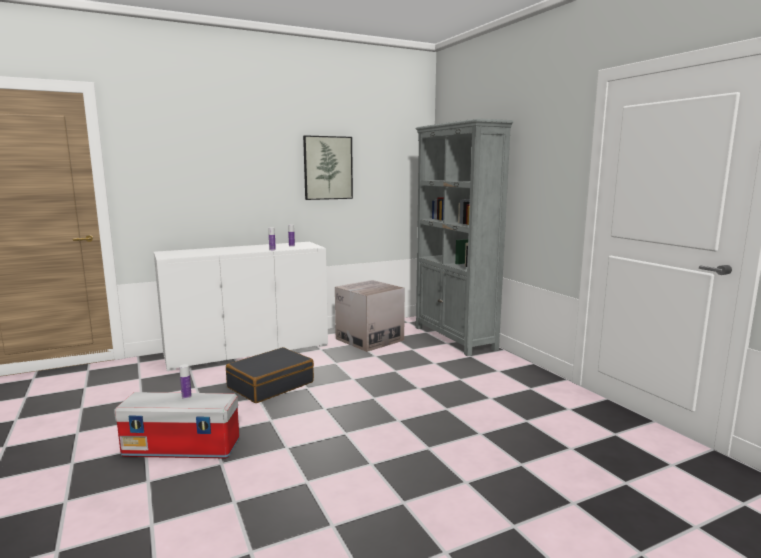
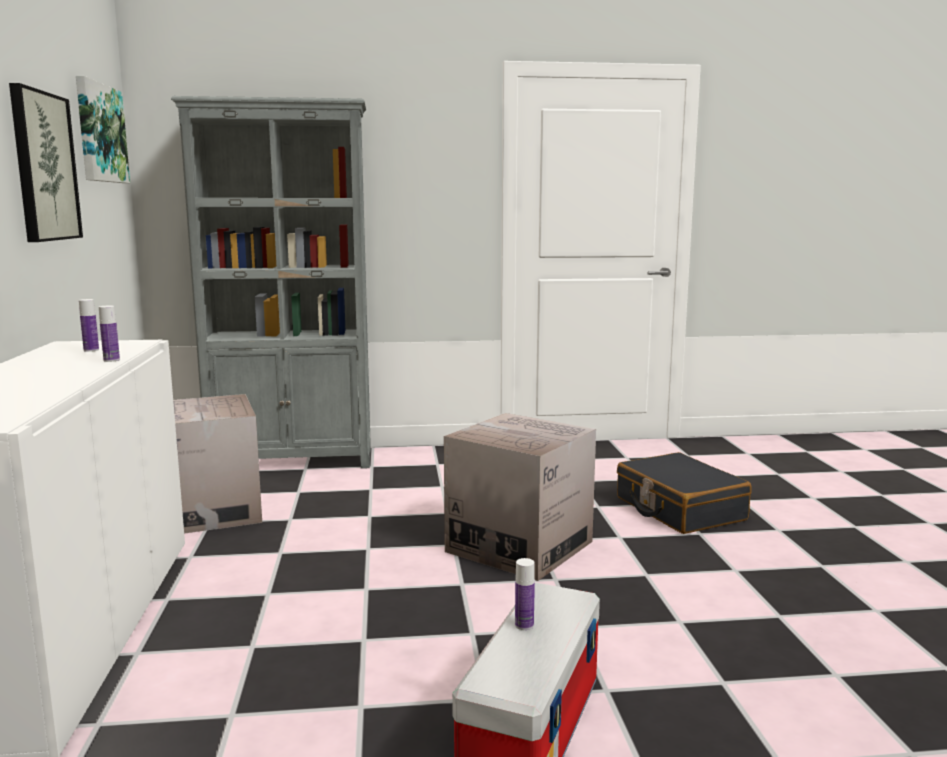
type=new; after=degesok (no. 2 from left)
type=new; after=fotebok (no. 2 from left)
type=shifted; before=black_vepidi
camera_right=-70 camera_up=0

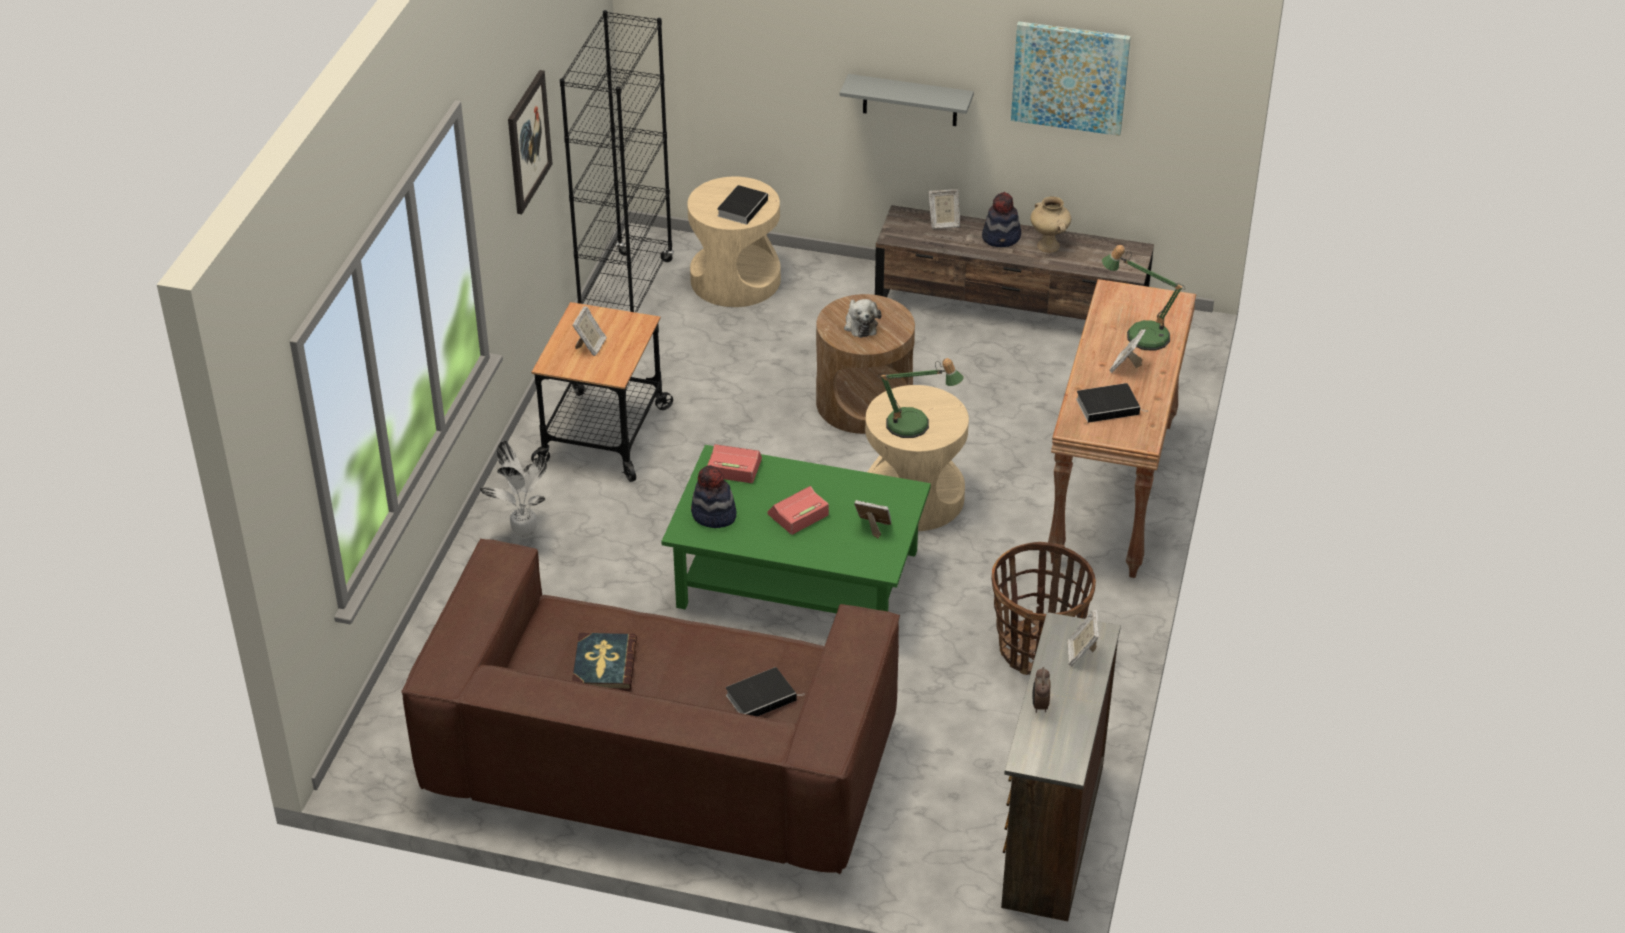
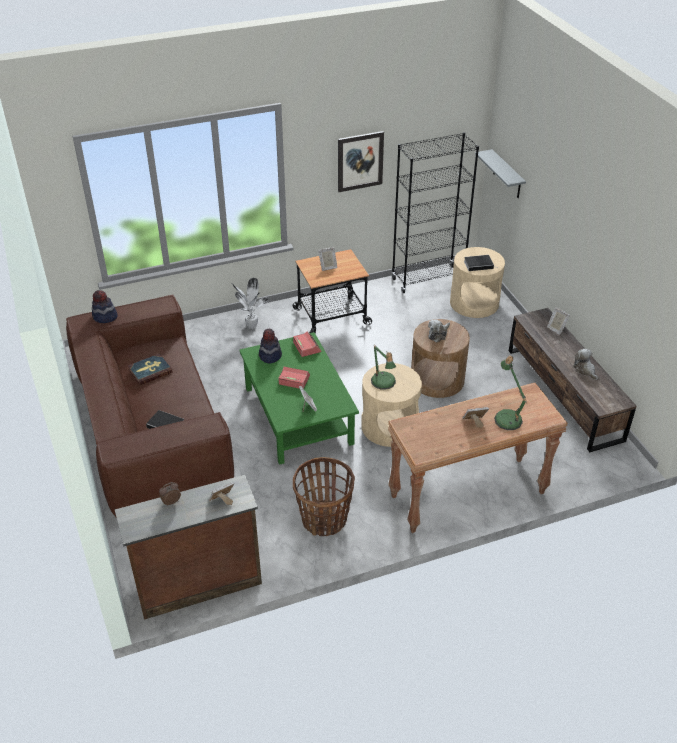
type=gone; before=degesok (no. 2 from left)
type=gone; before=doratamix (no. 4 from left)
type=shifted; before=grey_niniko
type=shifted; before=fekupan (no. 2 from left in the first image); after=fekupan (no. 1 from left)
type=swapped; before=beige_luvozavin; after=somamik (no. 2 from left)
camera_right=55 camera_up=0

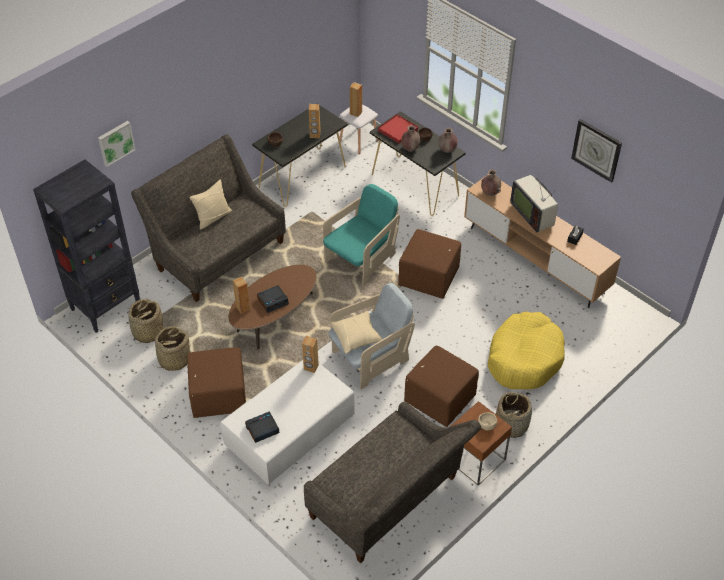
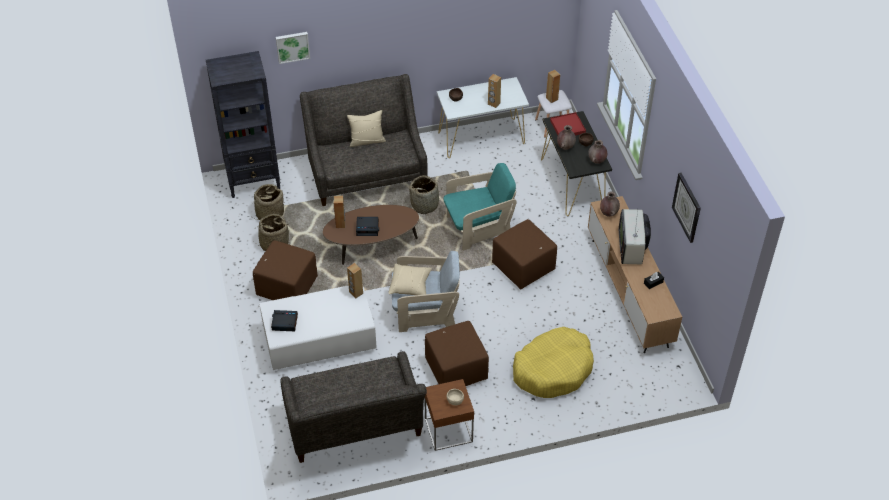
type=shifted; before=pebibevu (no. 3 from left)
type=repainted; before=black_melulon (no. 1 from left); after=white_melulon
camera_right=30 camera_up=0

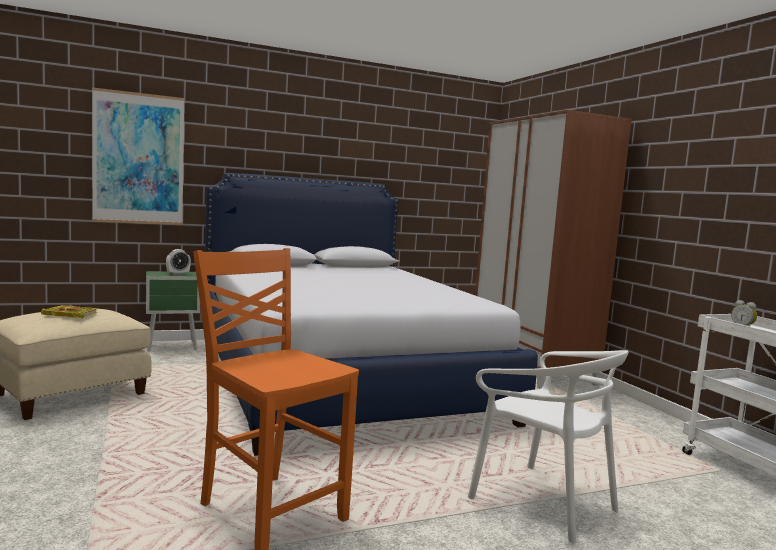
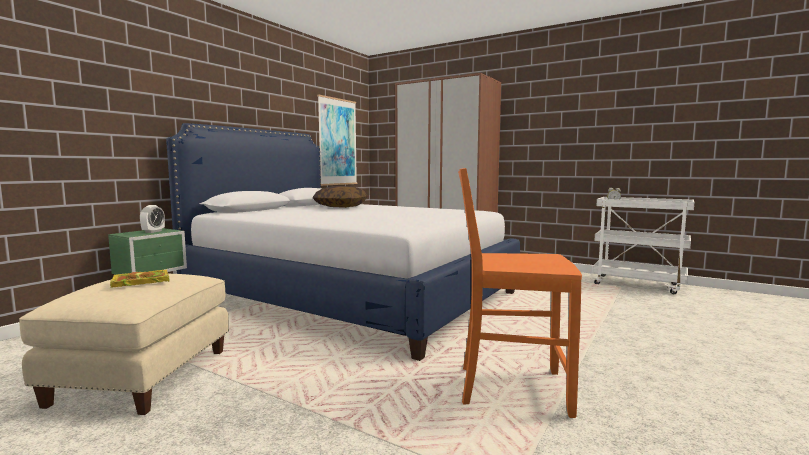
type=gone; before=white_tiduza
type=new; after=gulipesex
type=shifted; before=degesok
camera_right=-35 camera_up=0

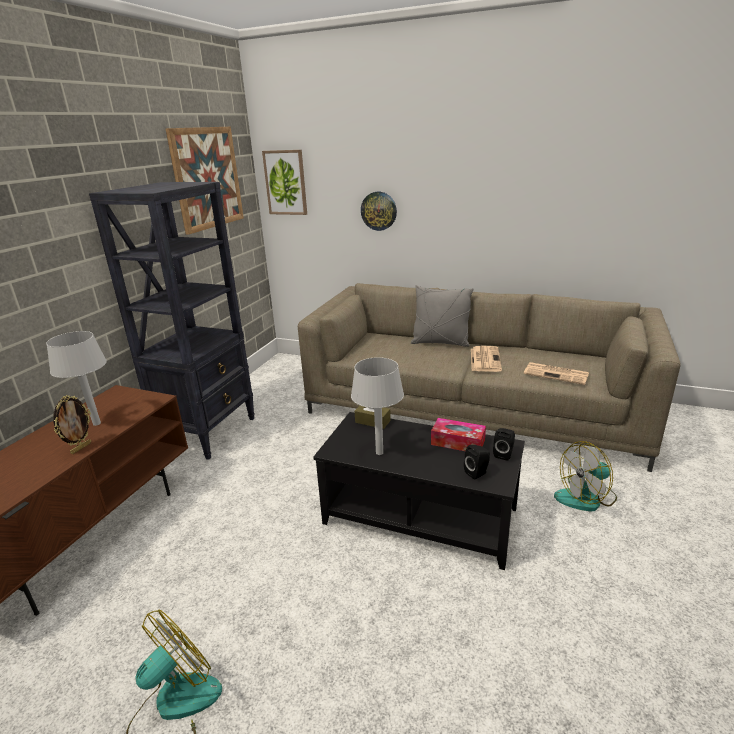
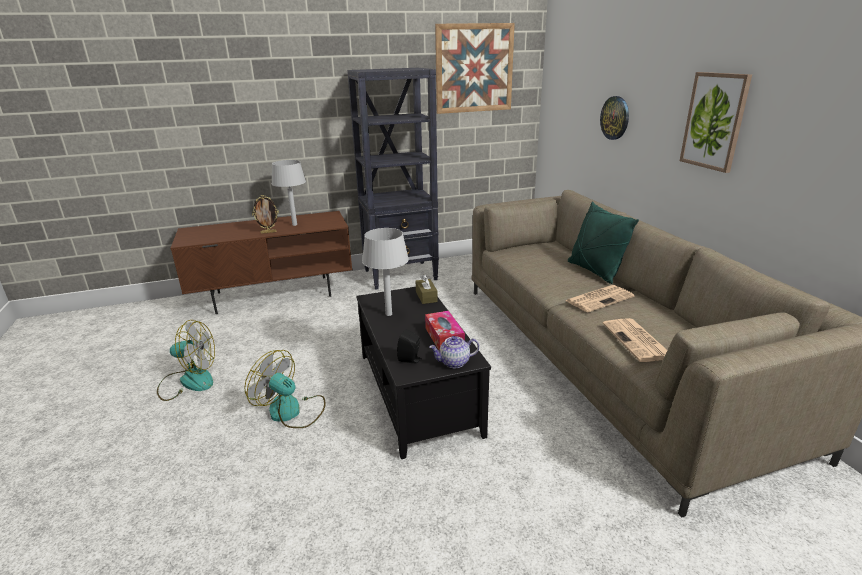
type=shifted; before=degesok (no. 2 from left)
type=shifted; before=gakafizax (no. 2 from left)
type=swapped; before=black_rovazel (no. 2 from left); after=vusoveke
type=repainted; before=grey_gulipesex; after=green_gulipesex
camera_right=50 camera_up=0

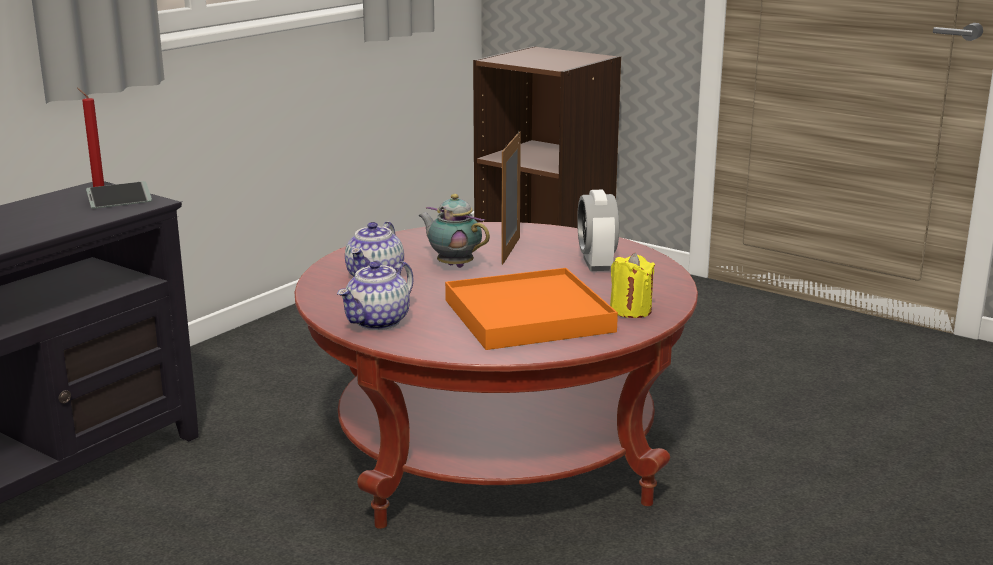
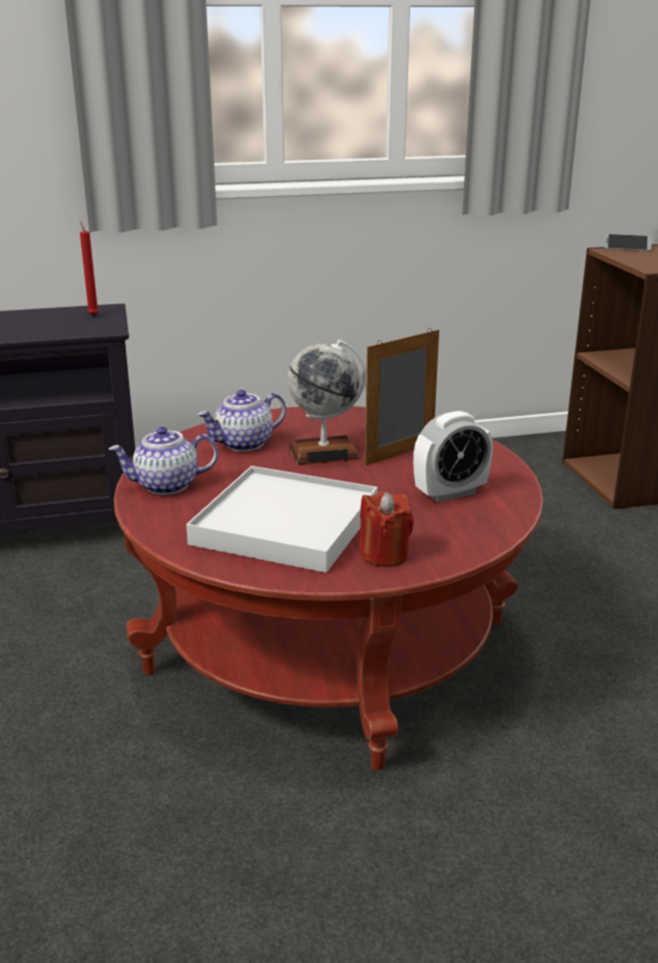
type=shifted; before=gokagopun
type=swapped; before=vusoveke (no. 3 from left); after=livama
type=repainted; before=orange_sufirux; after=white_sufirux
type=repainted; before=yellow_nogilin; after=red_nogilin (no. 2 from left)
type=rotated; before=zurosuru; turn=-150
camera_right=40 camera_up=5

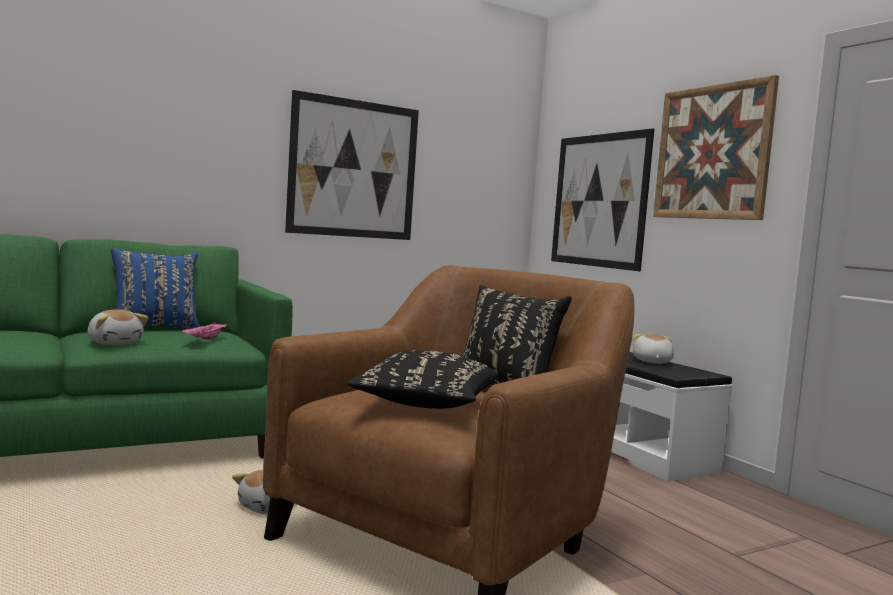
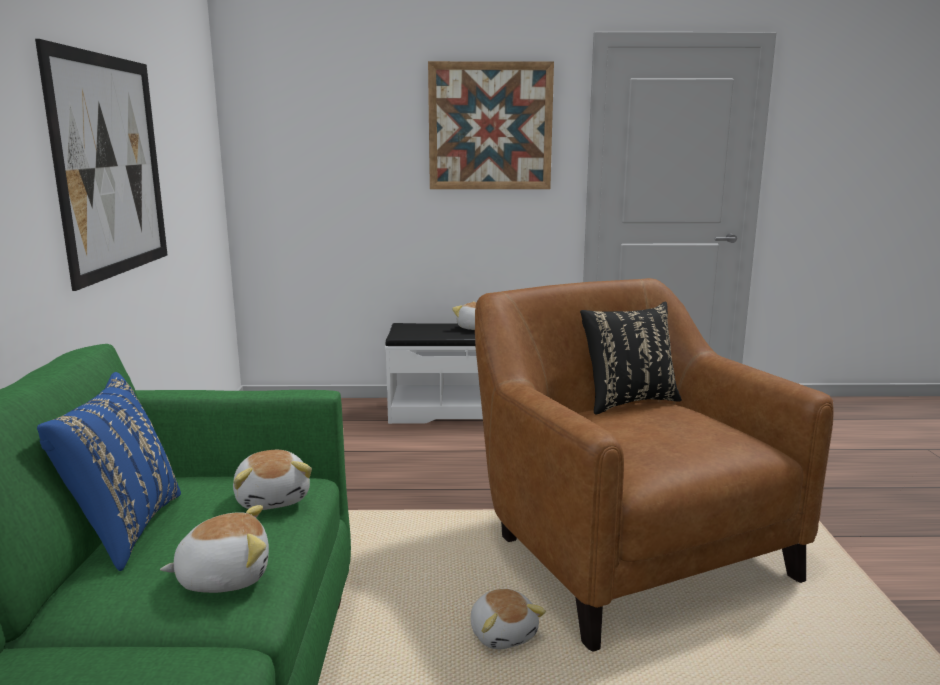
type=gone; before=black_gulipesex (no. 1 from left)
type=gone; before=degesok (no. 2 from left)
type=swapped; before=pink_sufirux; after=somamik (no. 2 from left)
camera_right=-60 camera_up=10

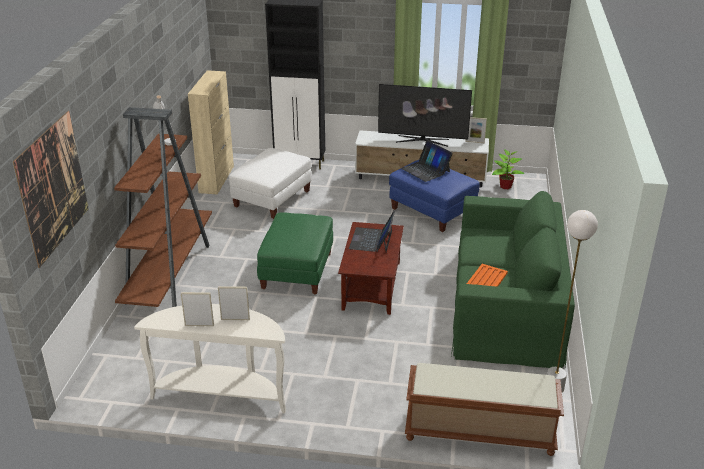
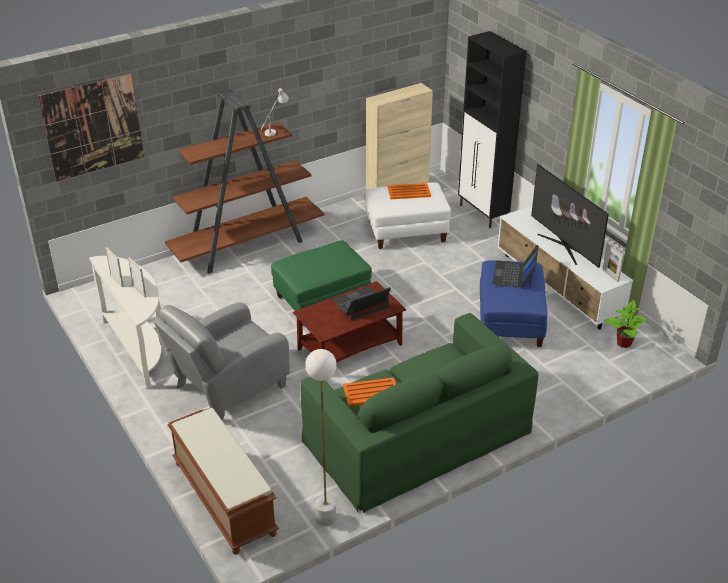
type=new; after=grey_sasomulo
type=new; after=orange_sufirux (no. 2 from left)
camera_right=50 camera_up=5

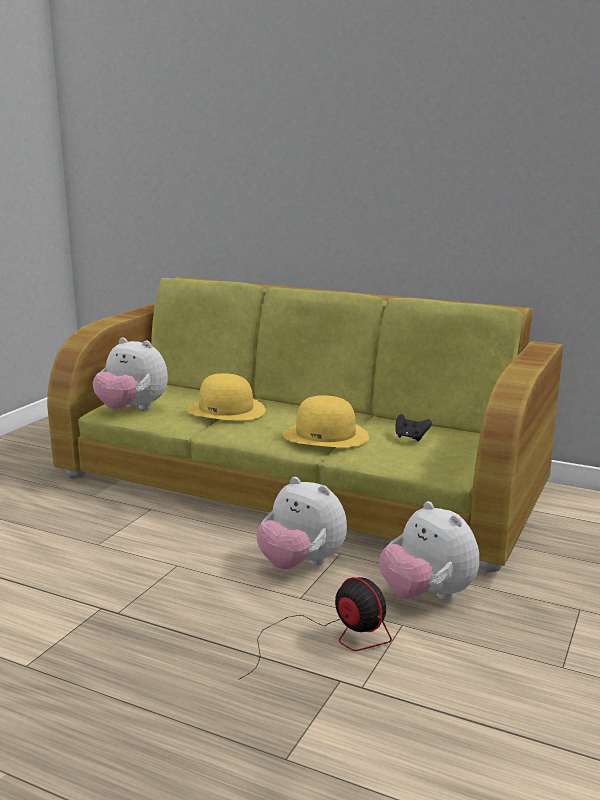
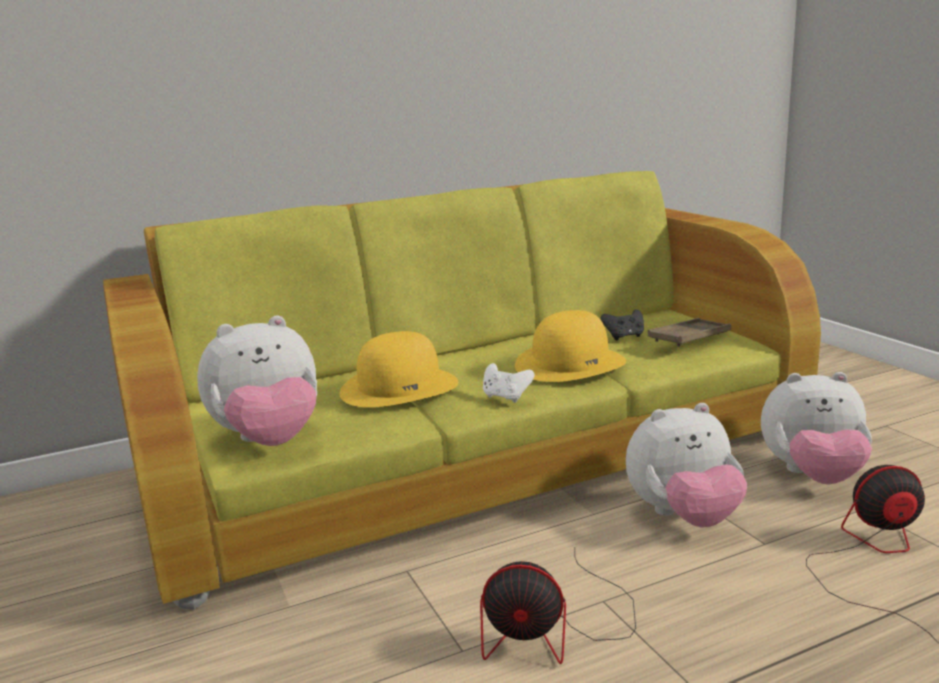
type=new; after=gakafizax (no. 1 from left)
type=new; after=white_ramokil
type=new; after=brown_sufirux
camera_right=-50 camera_up=0

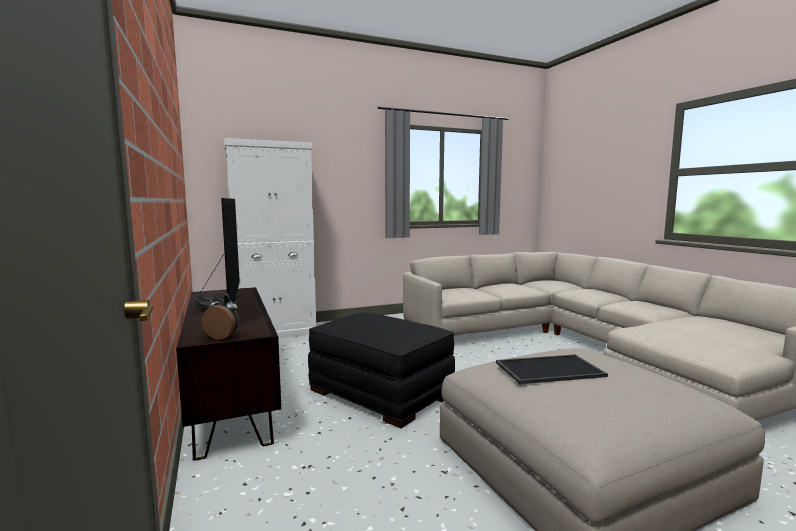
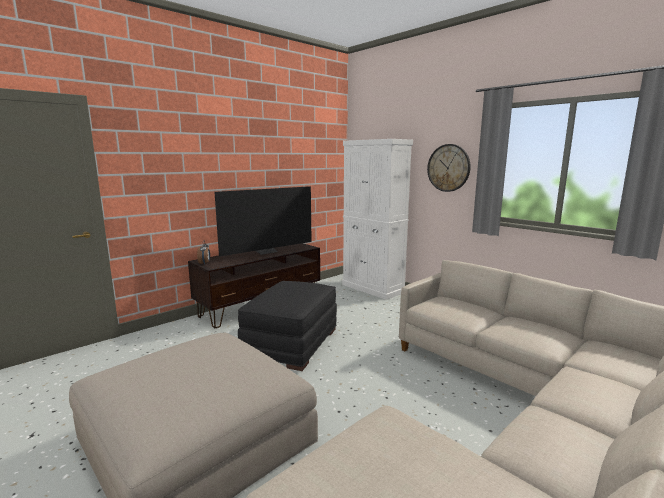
type=gone; before=sufirux
type=new; after=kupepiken
camera_right=70 camera_up=5

